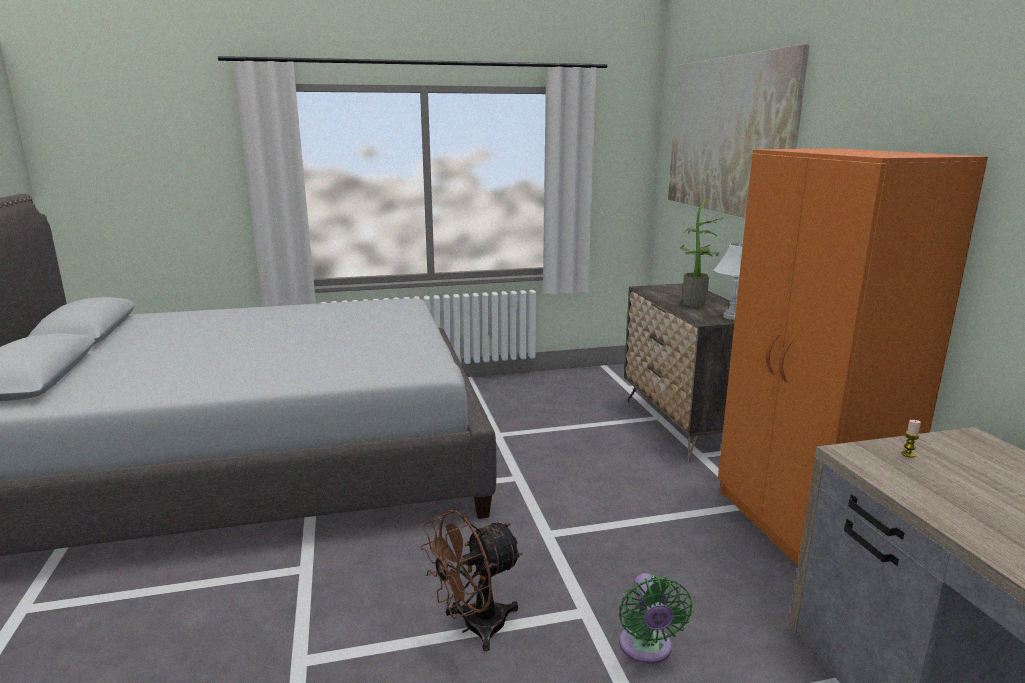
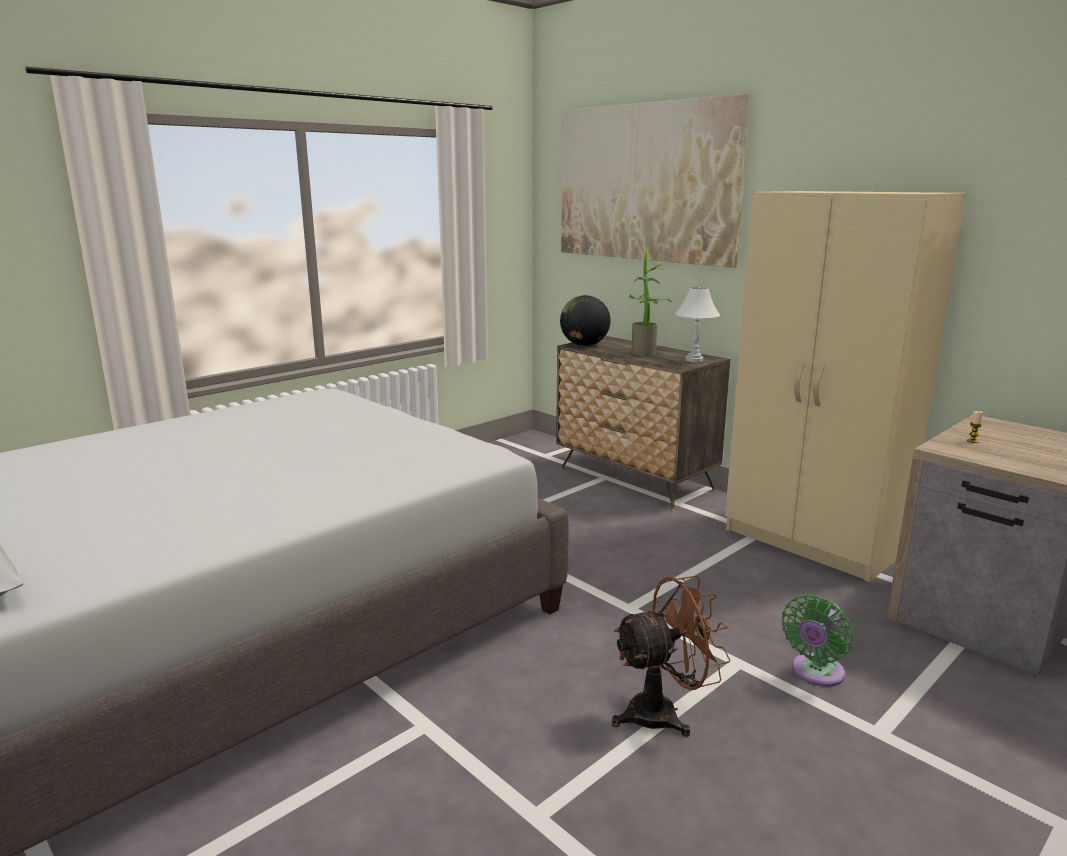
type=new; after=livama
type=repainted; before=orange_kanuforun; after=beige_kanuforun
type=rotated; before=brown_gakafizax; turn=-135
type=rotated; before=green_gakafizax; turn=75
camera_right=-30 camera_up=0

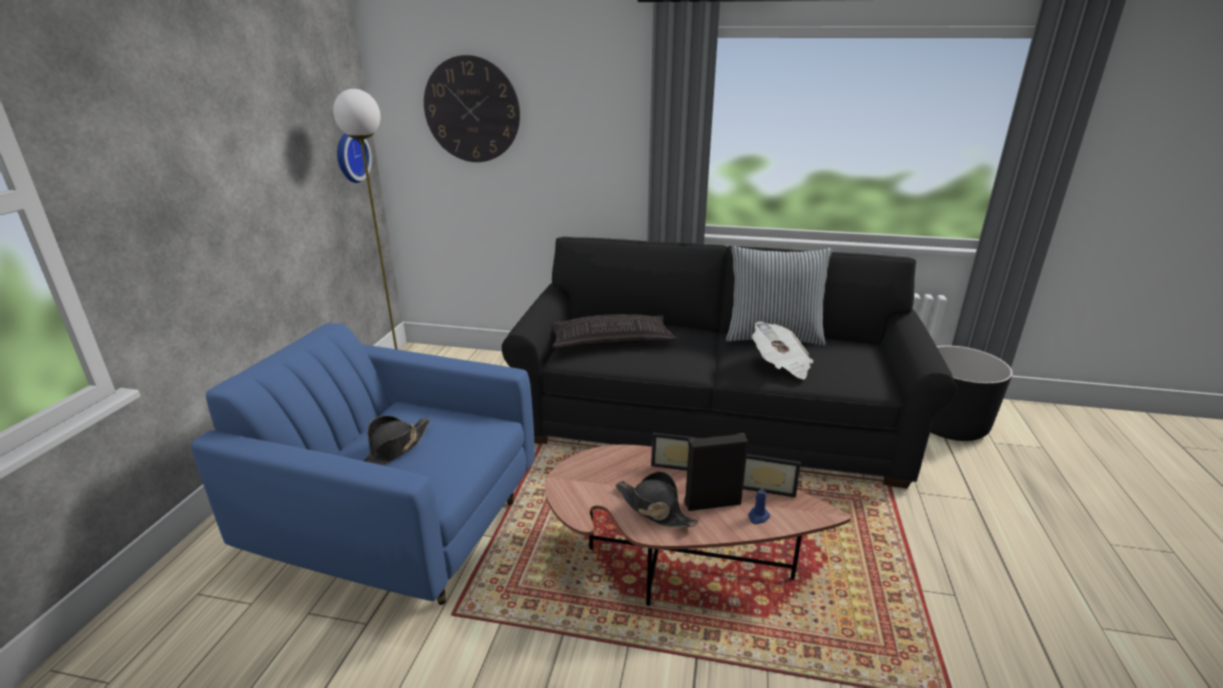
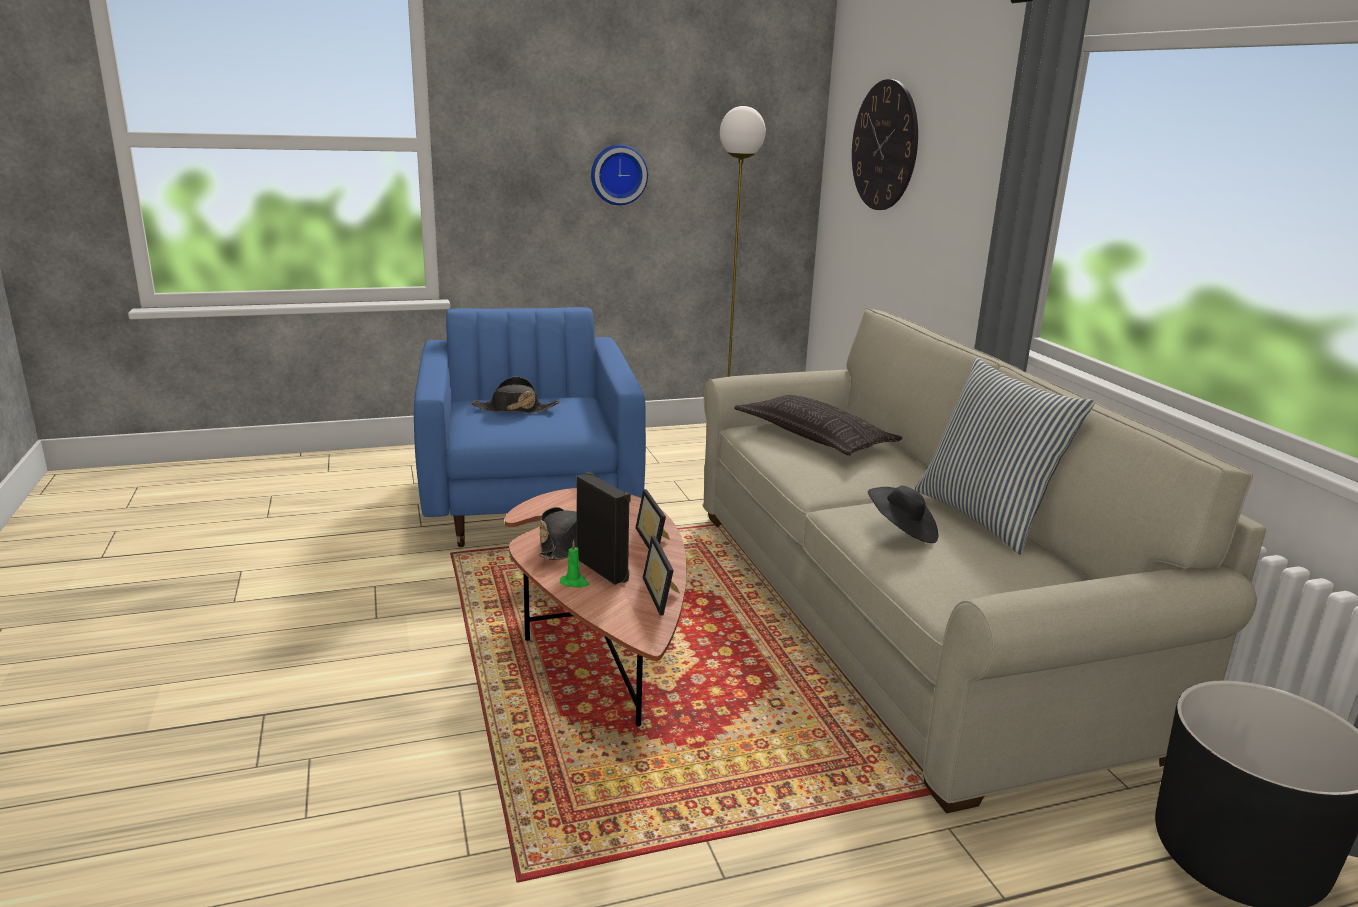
type=gone; before=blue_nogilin
type=new; after=green_nogilin
type=shifted; before=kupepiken (no. 1 from left)
type=swapped; before=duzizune; after=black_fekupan (no. 3 from left)
type=repainted; before=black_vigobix; after=beige_vigobix
camera_right=60 camera_up=-5

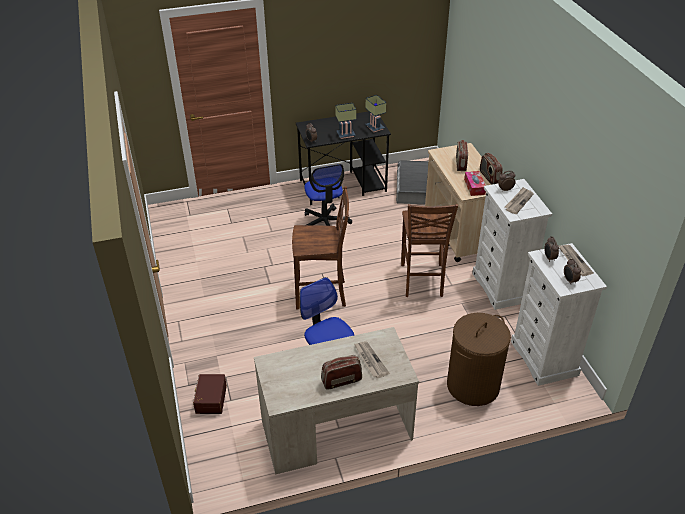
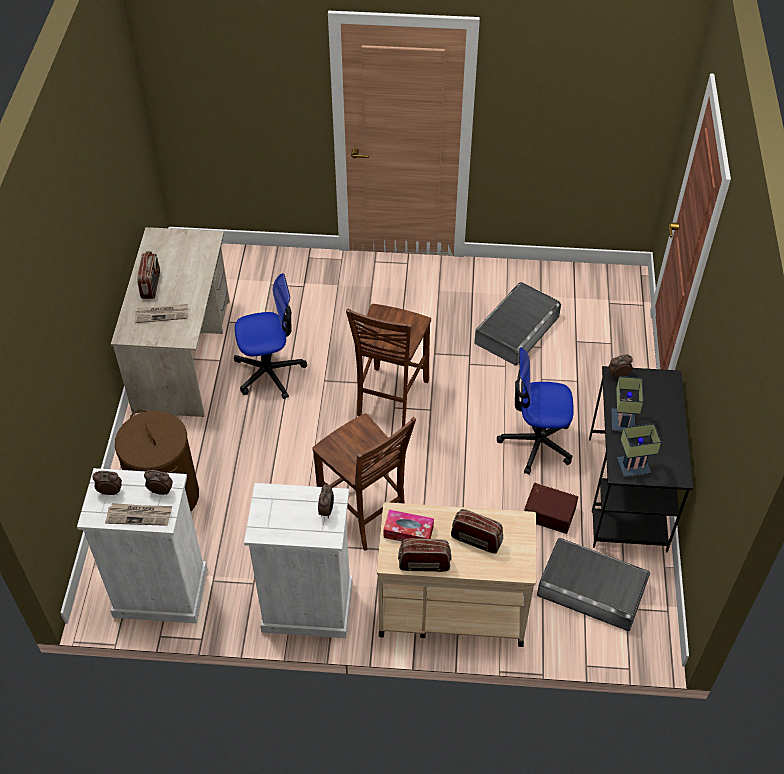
type=gone; before=duzizune (no. 2 from left)
type=new; after=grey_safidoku (no. 1 from left)
type=shifted; before=brown_safidoku
type=rotated; before=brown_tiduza (no. 2 from left in the first image); turn=-150
camera_right=110 camera_up=10

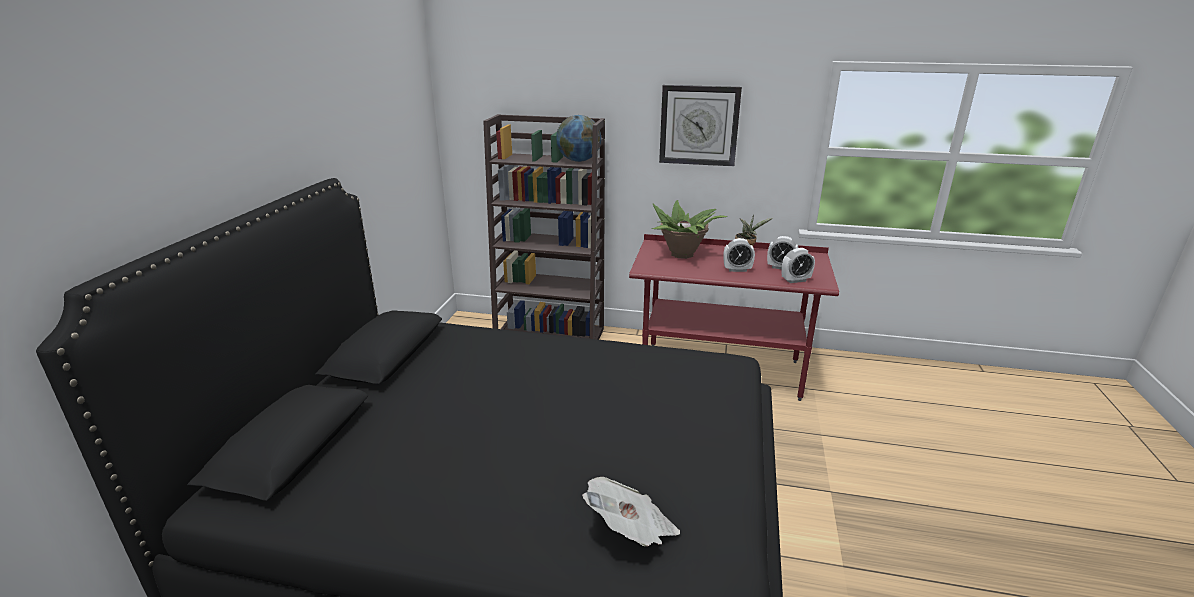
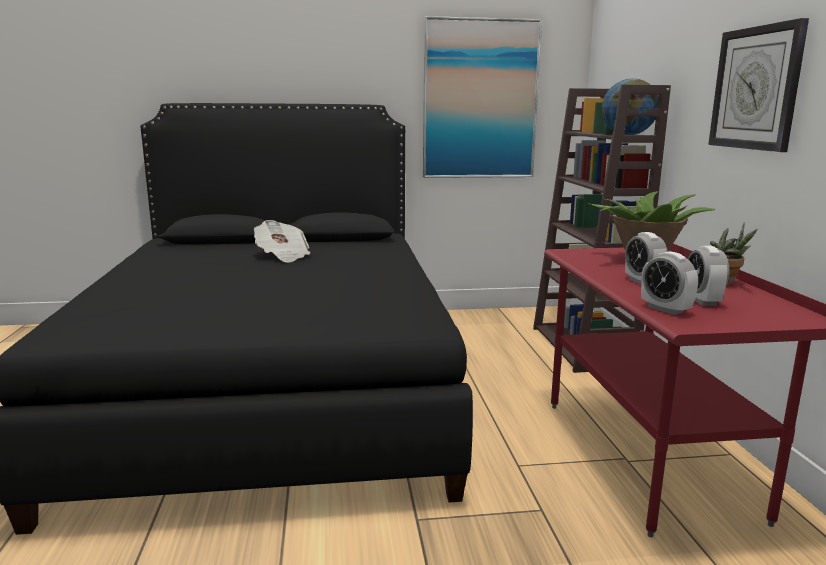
type=new; after=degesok
type=shifted; before=duzizune
camera_right=70 camera_up=-10

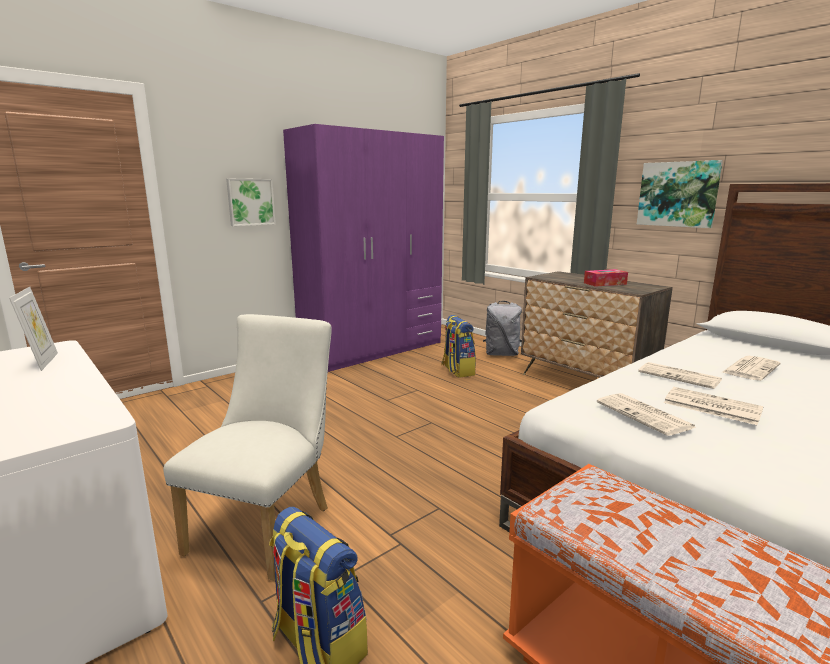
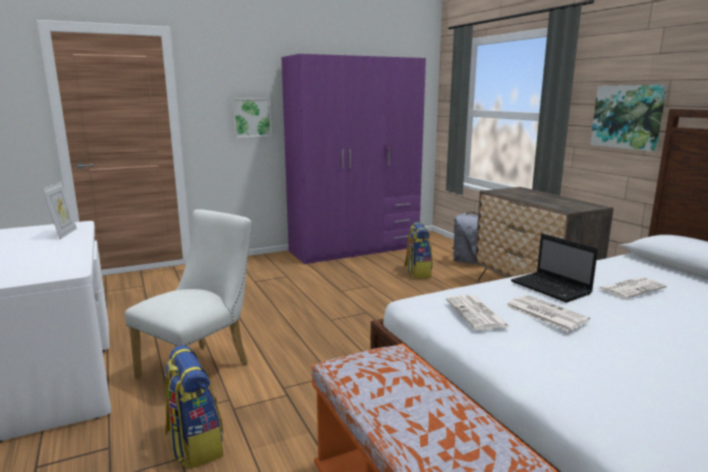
type=gone; before=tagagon
type=swapped; before=duzizune (no. 2 from left); after=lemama
camera_right=15 camera_up=0

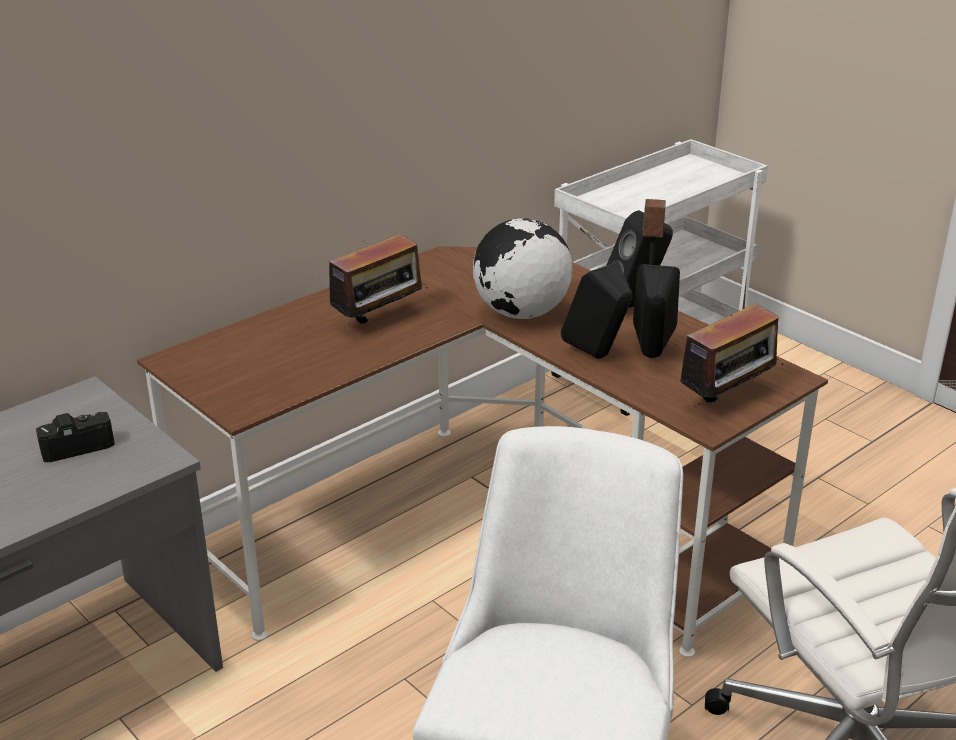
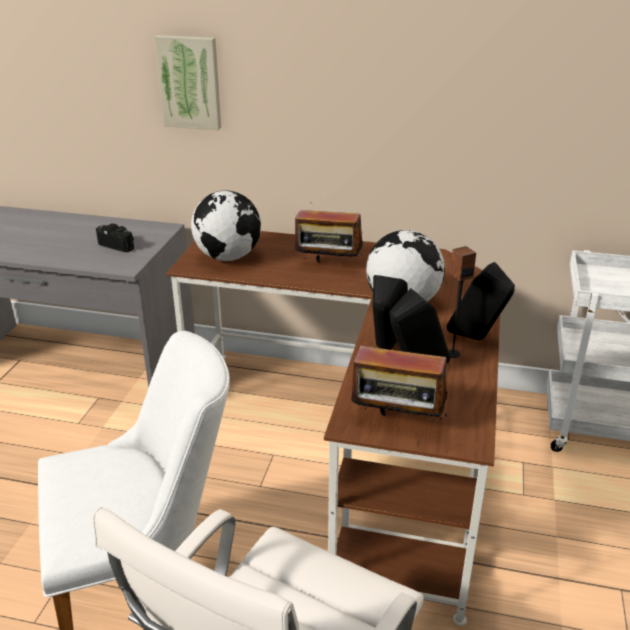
type=new; after=degesok
type=new; after=livama (no. 1 from left)
camera_right=55 camera_up=0

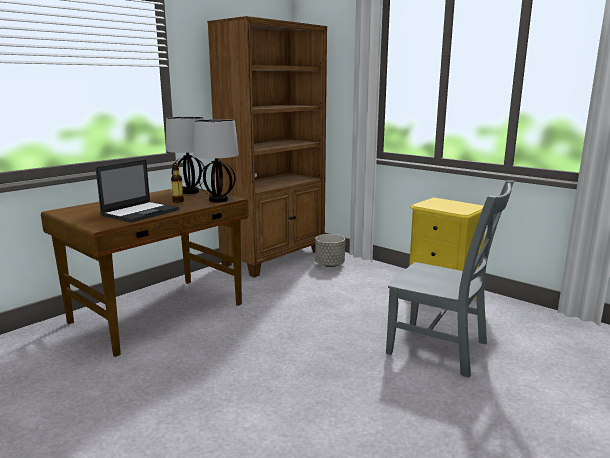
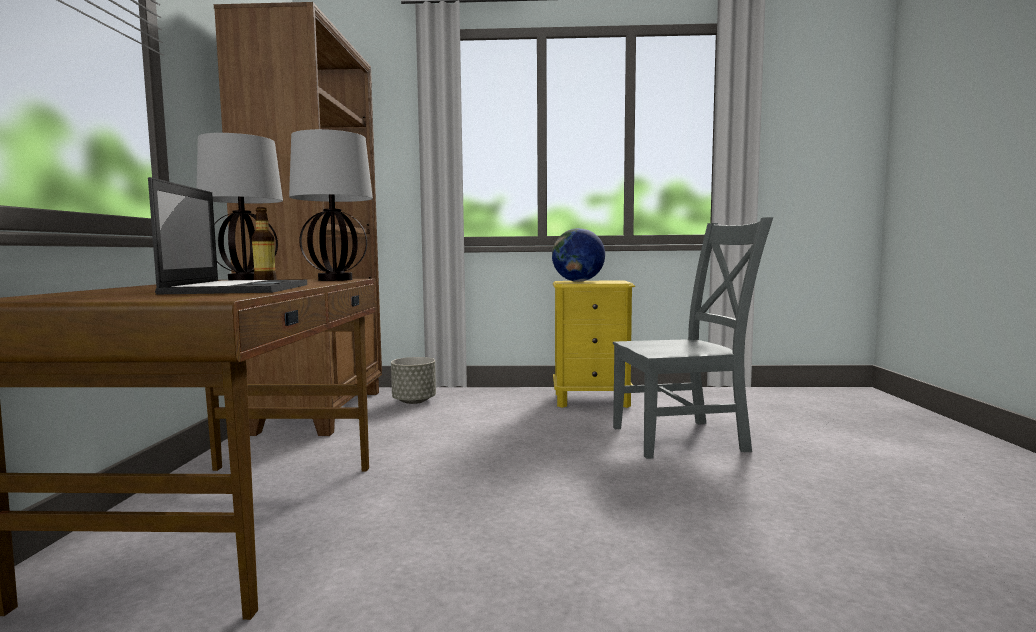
type=new; after=livama
camera_right=-40 camera_up=-10

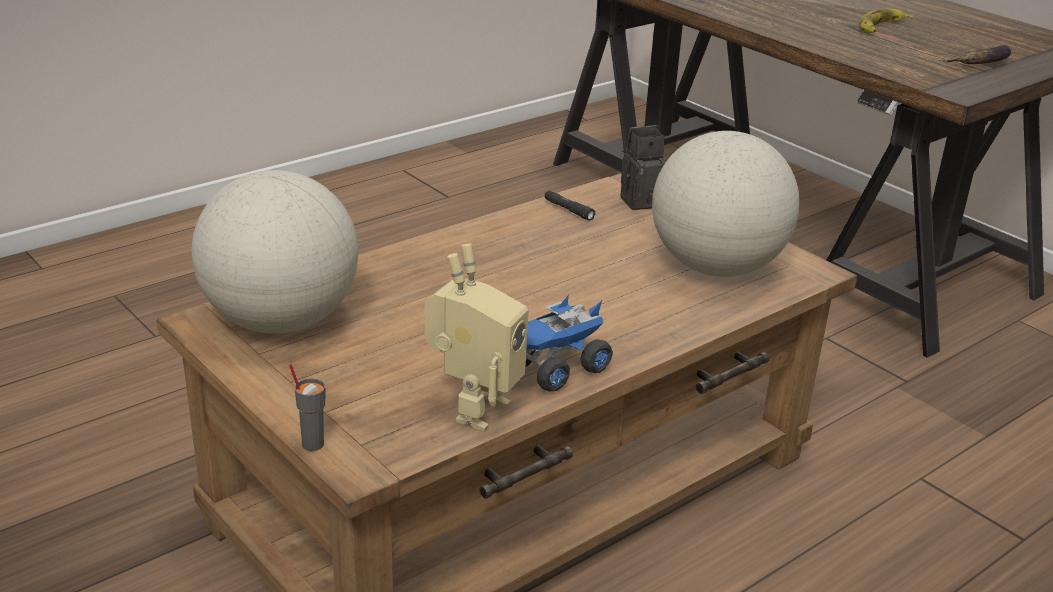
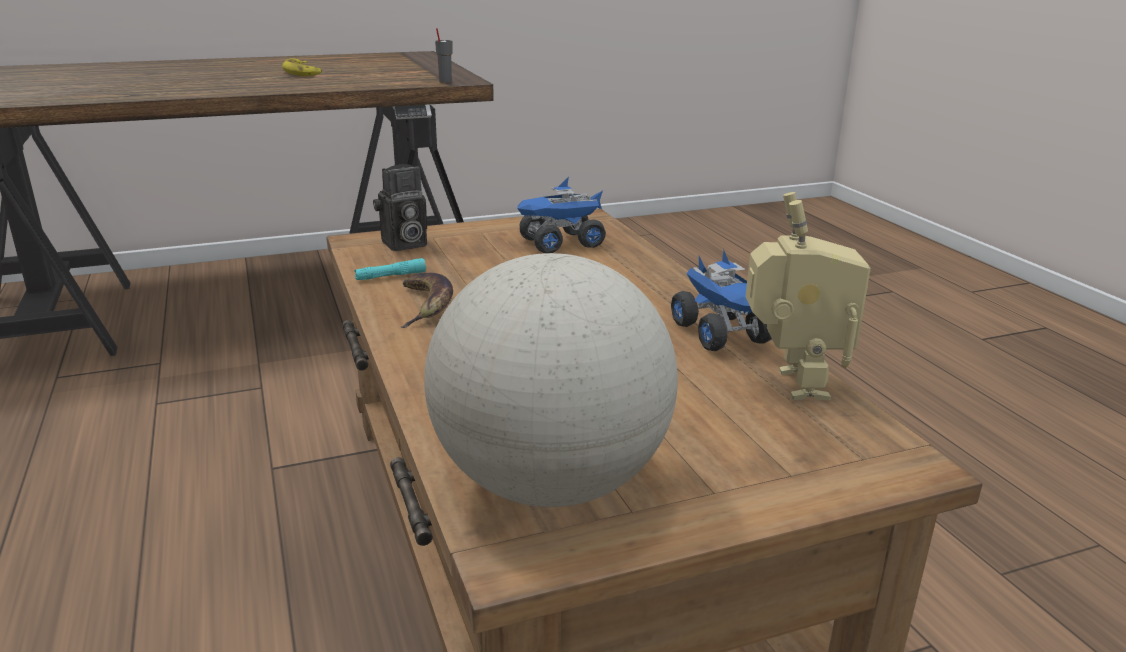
type=shifted; before=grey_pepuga
type=shifted; before=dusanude (no. 2 from left)
type=swapped; before=livama (no. 2 from left); after=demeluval (no. 1 from left)
type=repainted; before=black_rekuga; after=turquoise_rekuga
type=rotated; before=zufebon; turn=45
type=rotated; before=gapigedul; turn=-120
camera_right=-70 camera_up=-5

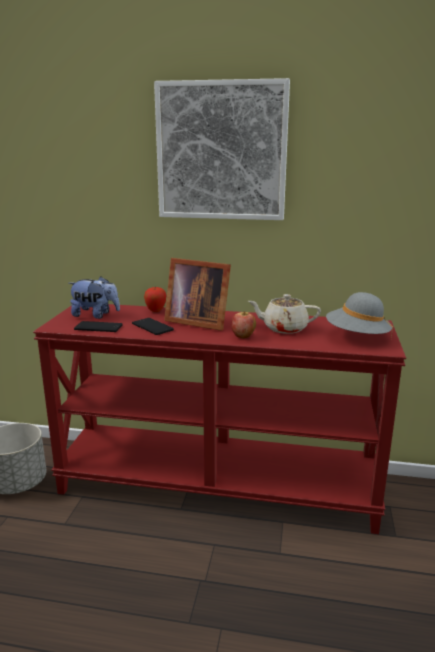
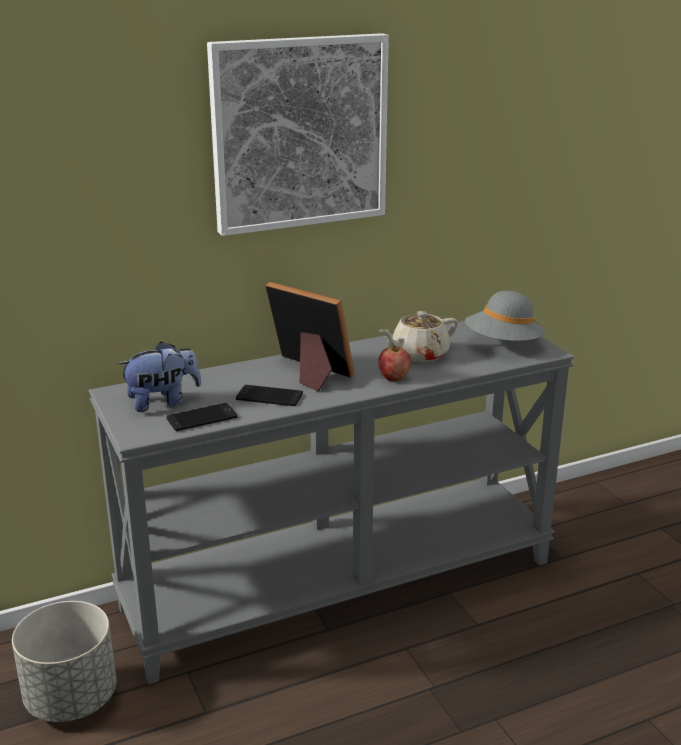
type=gone; before=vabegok (no. 1 from left)
type=repainted; before=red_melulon; after=grey_melulon
type=rotated; before=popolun; turn=-135
camera_right=-35 camera_up=5

